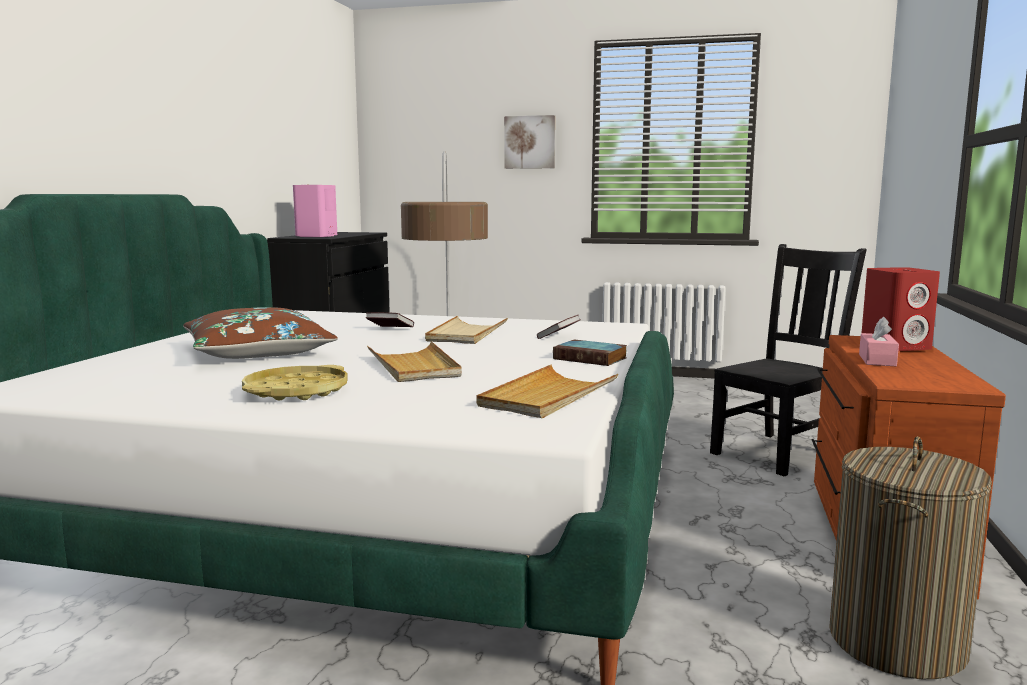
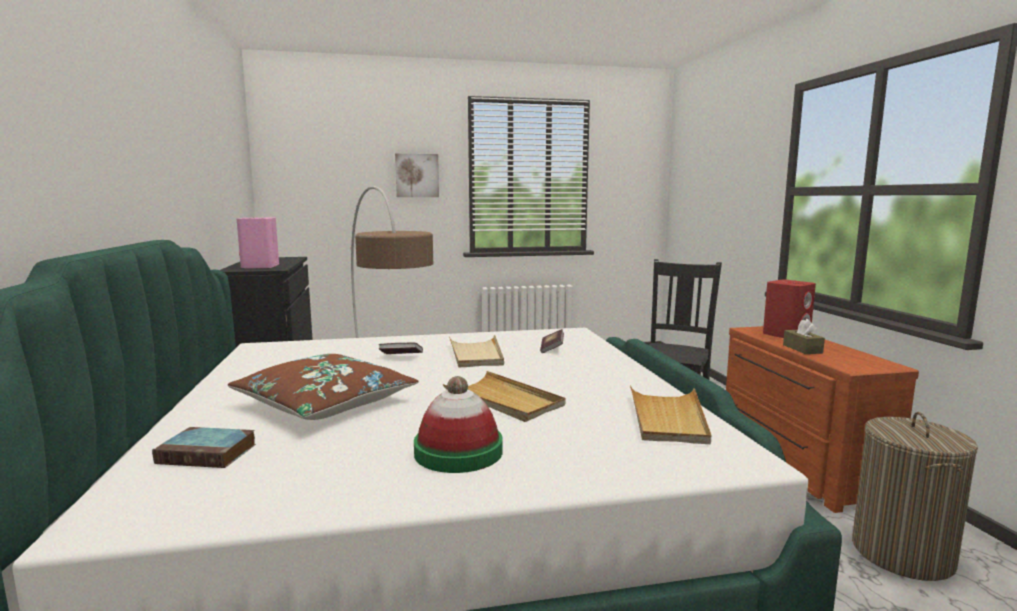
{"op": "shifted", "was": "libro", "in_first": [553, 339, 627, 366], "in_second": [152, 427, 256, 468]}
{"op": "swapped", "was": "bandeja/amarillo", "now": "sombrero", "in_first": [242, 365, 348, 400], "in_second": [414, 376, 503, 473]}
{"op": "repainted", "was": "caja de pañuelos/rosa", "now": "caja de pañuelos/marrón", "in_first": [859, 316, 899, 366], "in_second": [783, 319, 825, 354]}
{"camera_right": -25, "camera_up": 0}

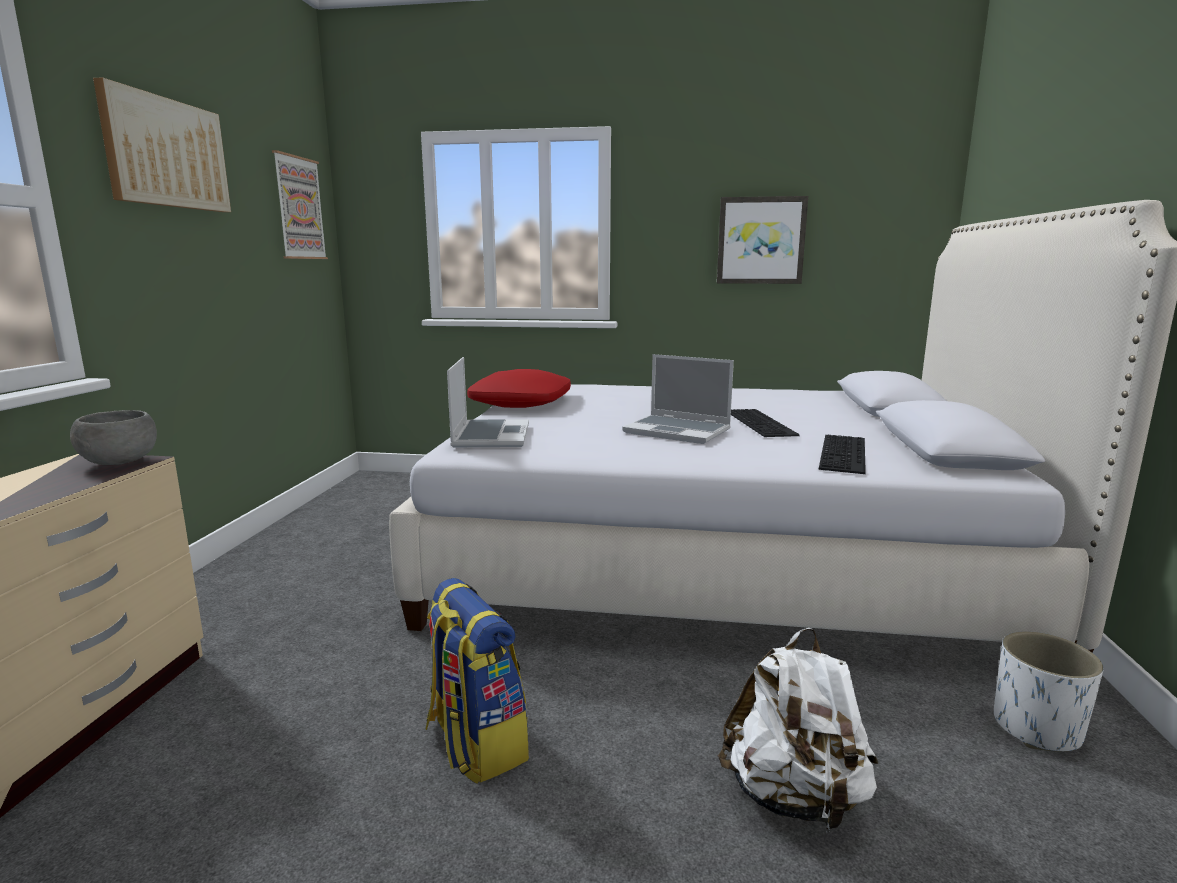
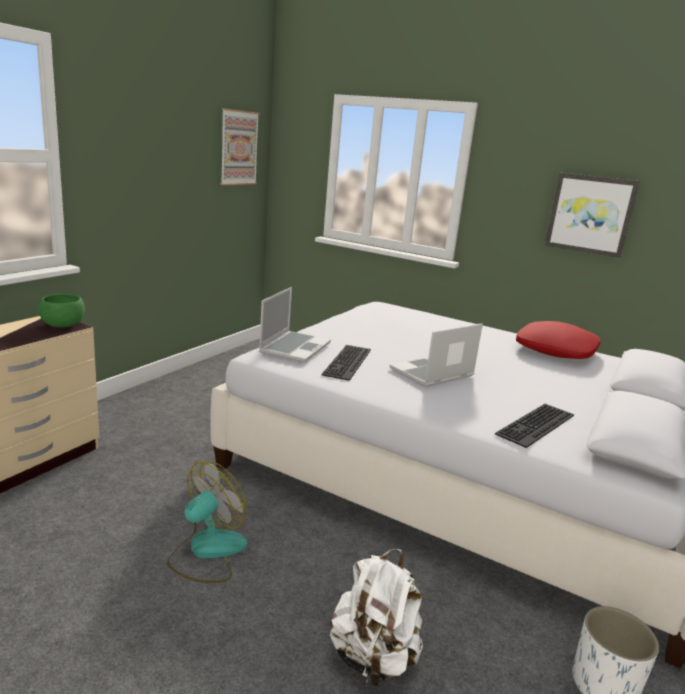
{"op": "repainted", "was": "cuenco/gris", "now": "cuenco/verde", "in_first": [70, 410, 157, 465], "in_second": [38, 294, 85, 328]}
{"op": "swapped", "was": "mochila", "now": "ventilador", "in_first": [425, 578, 529, 784], "in_second": [167, 461, 248, 583]}
{"op": "shifted", "was": "teclado", "in_first": [731, 409, 800, 437], "in_second": [322, 345, 371, 381]}
{"op": "rotated", "was": "portátil", "in_first": [622, 354, 734, 444], "in_second": [390, 323, 483, 387], "clockwise": 90}
{"op": "shifted", "was": "cojín/rojo", "in_first": [467, 369, 571, 408], "in_second": [516, 321, 601, 359]}
{"op": "gone", "was": "cuadro", "in_first": [93, 77, 231, 212]}
{"camera_right": 20, "camera_up": 5}

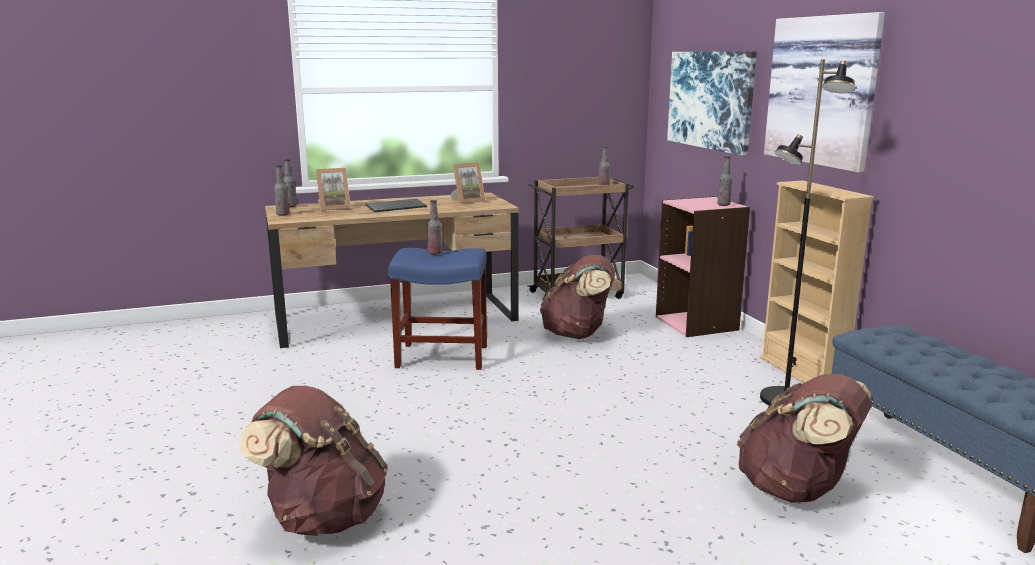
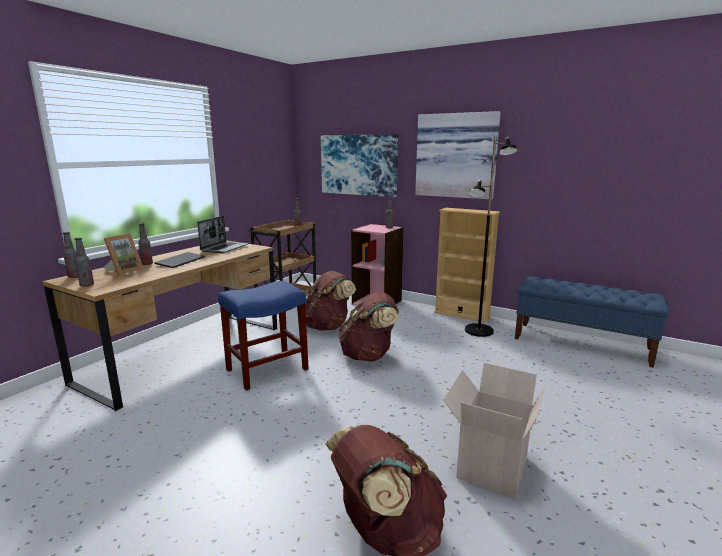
{"op": "shifted", "was": "botella", "in_first": [427, 200, 442, 255], "in_second": [138, 223, 153, 265]}
{"op": "swapped", "was": "portarretratos", "now": "portátil", "in_first": [451, 162, 486, 204], "in_second": [197, 216, 249, 253]}
{"op": "shifted", "was": "mochila/marrón", "in_first": [737, 374, 872, 503], "in_second": [339, 293, 399, 362]}
{"op": "new", "now": "caja de cartón", "in_second": [443, 363, 546, 499]}
{"camera_right": -40, "camera_up": 0}

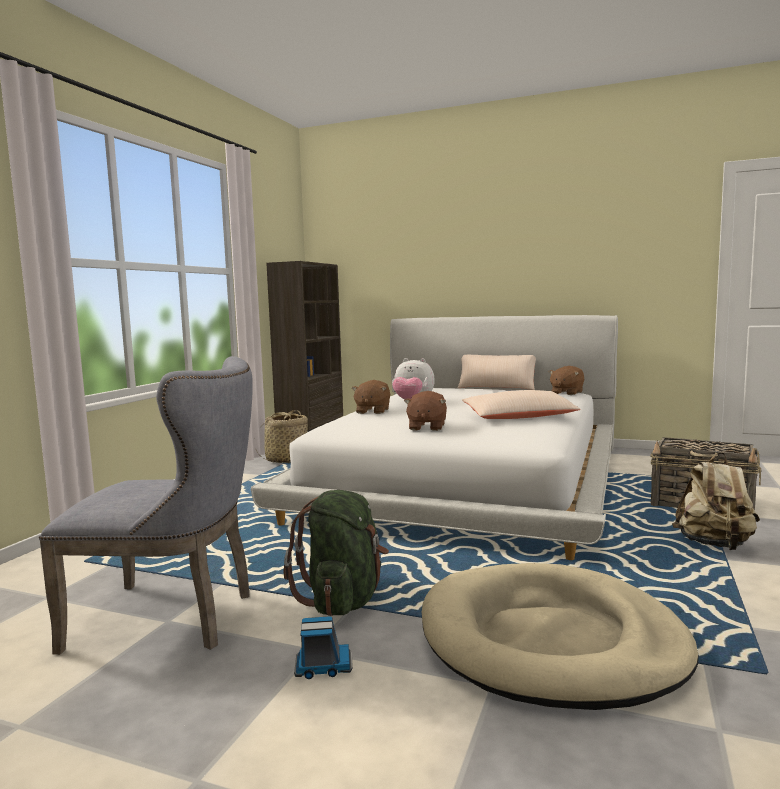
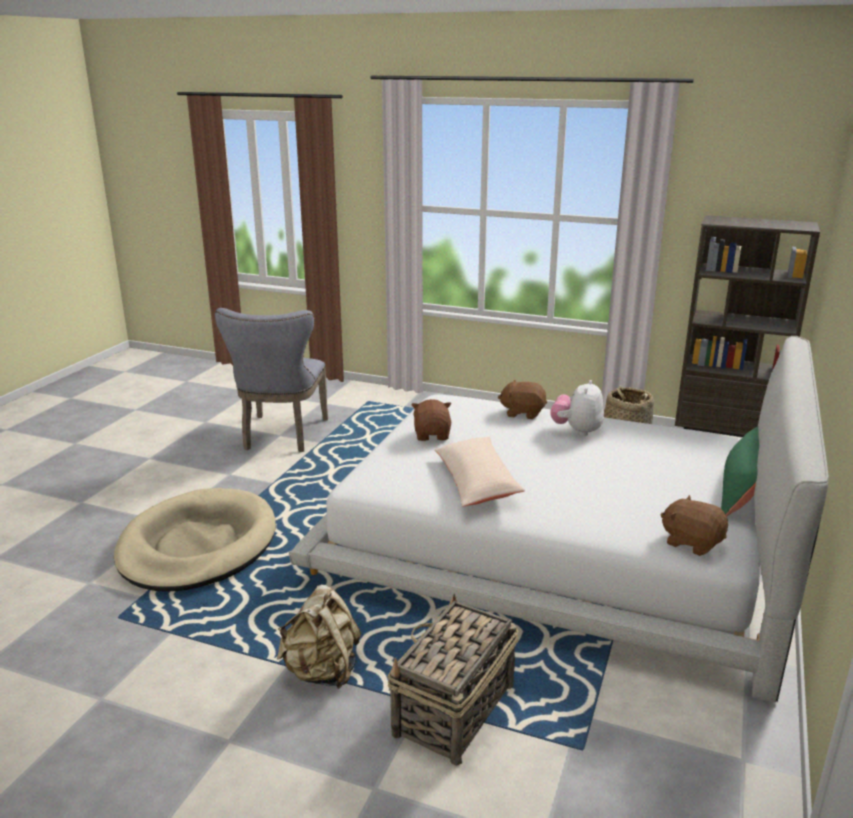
{"op": "rotated", "was": "peluche/marrón", "in_first": [404, 391, 447, 431], "in_second": [411, 399, 451, 441], "clockwise": 75}
{"op": "repainted", "was": "cojín/beis", "now": "cojín/verde", "in_first": [458, 355, 536, 390], "in_second": [721, 426, 759, 517]}
{"op": "gone", "was": "mochila/verde", "in_first": [284, 490, 389, 616]}
{"op": "gone", "was": "camión de juguete", "in_first": [294, 616, 353, 679]}
{"camera_right": 90, "camera_up": 15}

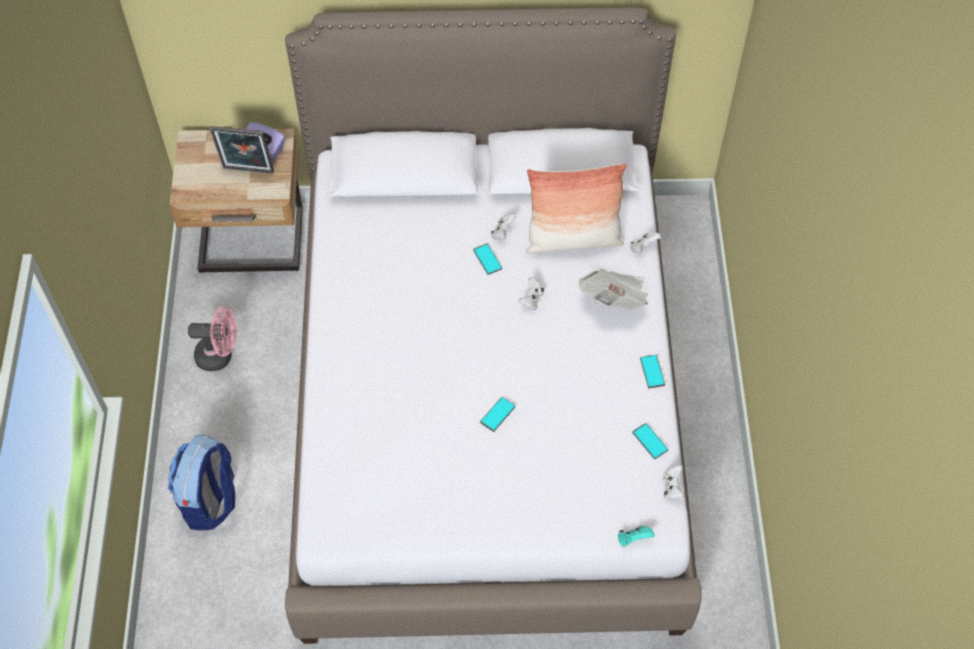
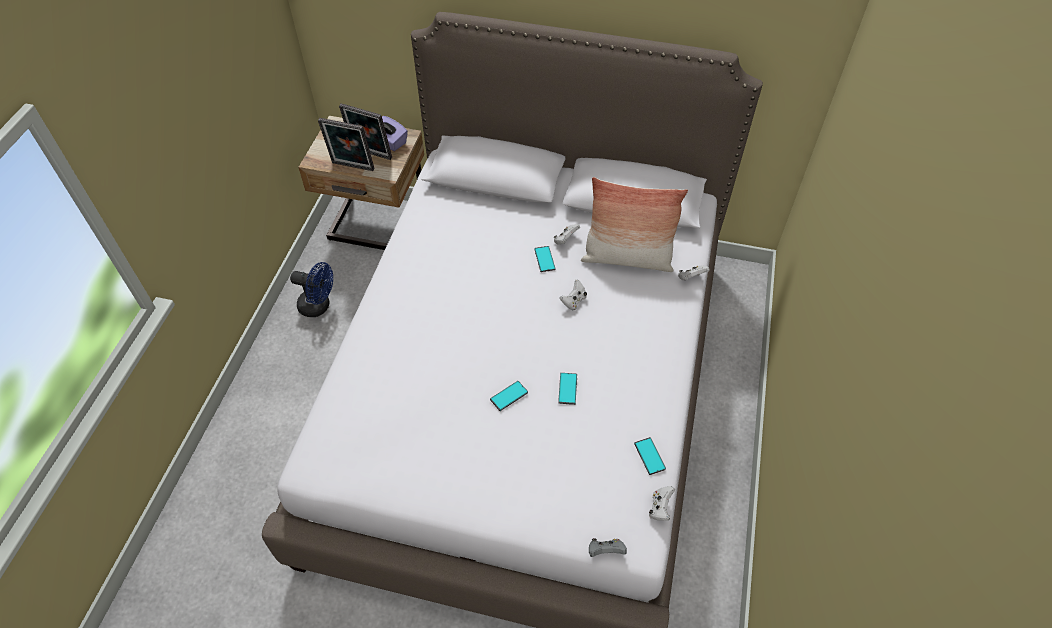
{"op": "repainted", "was": "ventilador/rosa", "now": "ventilador/azul", "in_first": [188, 306, 237, 371], "in_second": [290, 262, 333, 317]}
{"op": "new", "now": "portarretratos", "in_second": [318, 118, 375, 171]}
{"op": "shifted", "was": "móvil", "in_first": [640, 355, 665, 388], "in_second": [558, 373, 577, 405]}
{"op": "repainted", "was": "mando de consola/turquesa", "now": "mando de consola/gris", "in_first": [618, 525, 654, 547], "in_second": [589, 538, 627, 557]}
{"op": "gone", "was": "mochila", "in_first": [168, 434, 235, 530]}
{"op": "gone", "was": "periódico", "in_first": [579, 269, 648, 310]}
{"camera_right": 15, "camera_up": -5}

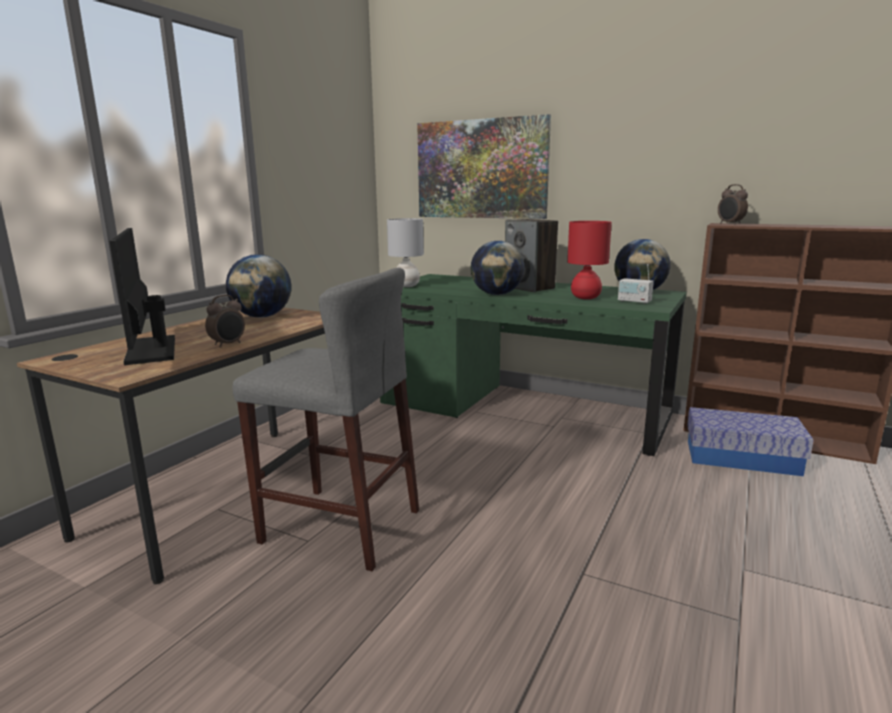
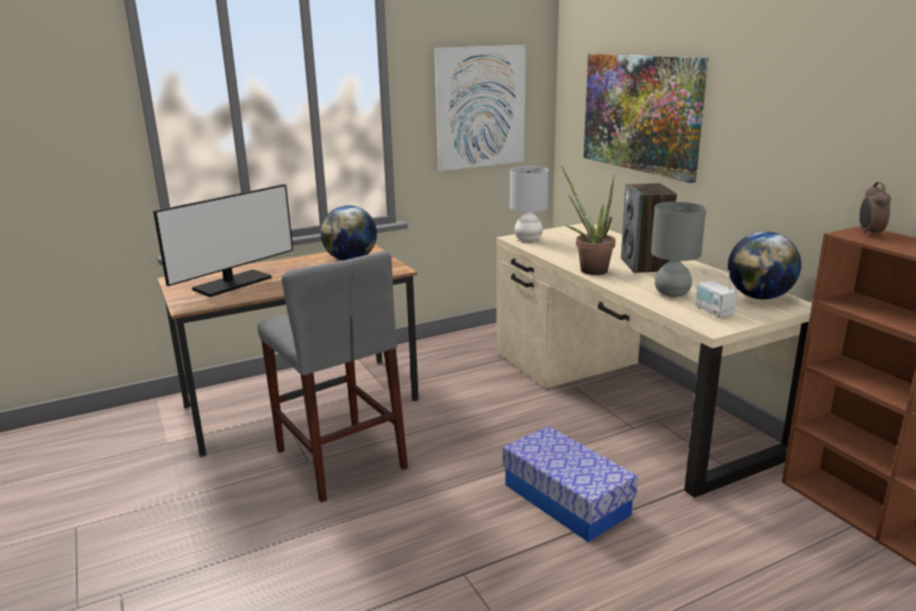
{"op": "rotated", "was": "monitor", "in_first": [109, 228, 175, 365], "in_second": [153, 184, 293, 297], "clockwise": -150}
{"op": "new", "now": "cuadro", "in_second": [434, 45, 526, 171]}
{"op": "repainted", "was": "escritorio/verde", "now": "escritorio/beis", "in_first": [380, 274, 687, 456], "in_second": [497, 222, 812, 498]}
{"op": "shifted", "was": "caja de almacenaje", "in_first": [687, 407, 814, 476], "in_second": [503, 426, 638, 542]}
{"op": "swapped", "was": "globo terráqueo", "now": "planta en maceta", "in_first": [471, 241, 524, 295], "in_second": [561, 166, 615, 275]}
{"op": "repainted", "was": "lámpara de mesa/rojo", "now": "lámpara de mesa/gris", "in_first": [567, 221, 612, 299], "in_second": [651, 202, 706, 297]}
{"op": "gone", "was": "despertador", "in_first": [205, 295, 245, 347]}
{"camera_right": 35, "camera_up": 5}

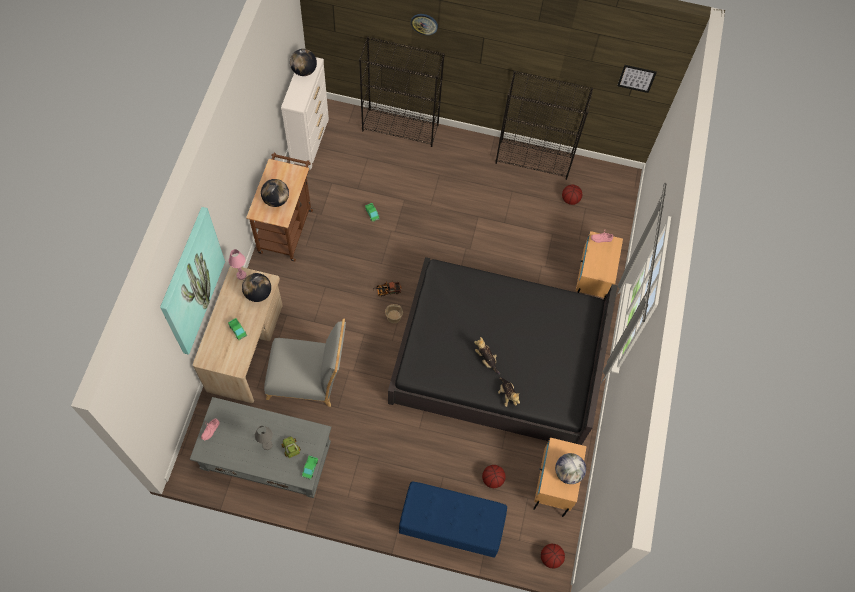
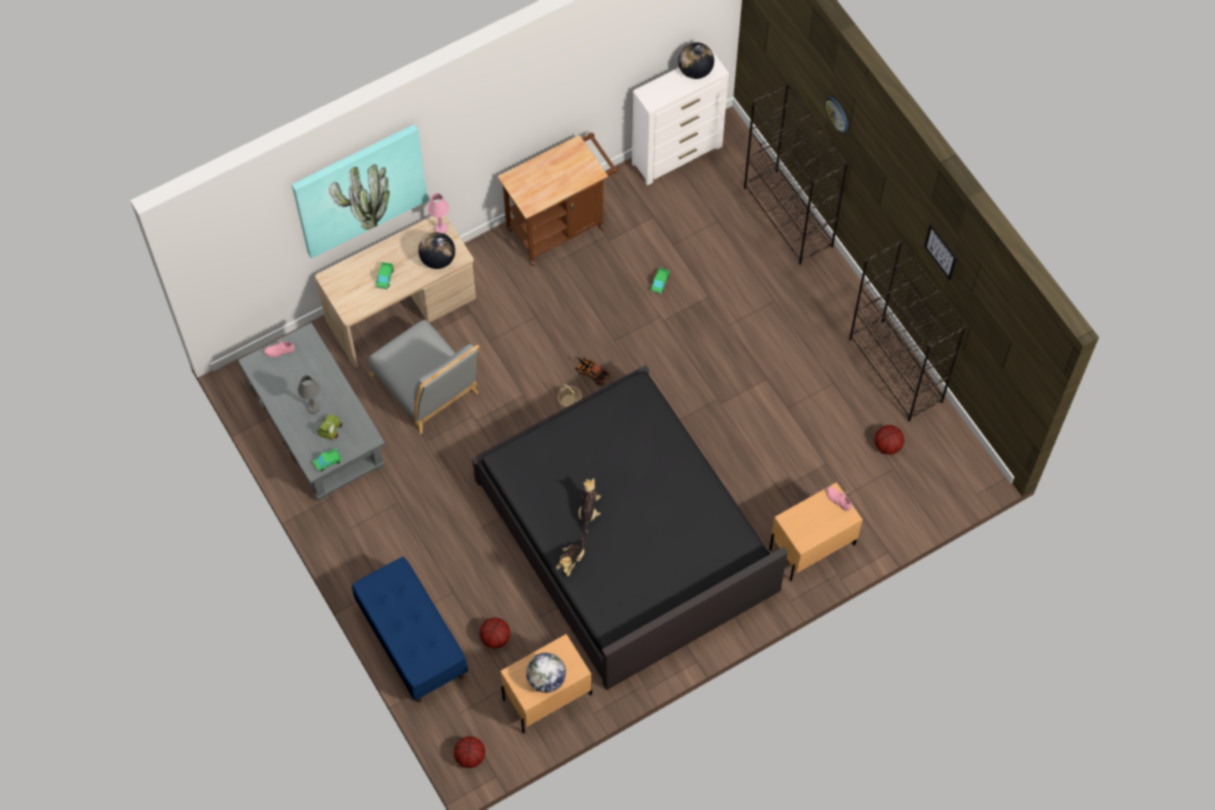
{"op": "shifted", "was": "cuadro", "in_first": [617, 65, 657, 93], "in_second": [924, 224, 957, 281]}
{"op": "gone", "was": "globo terráqueo", "in_first": [261, 179, 289, 207]}
{"camera_right": 50, "camera_up": 0}

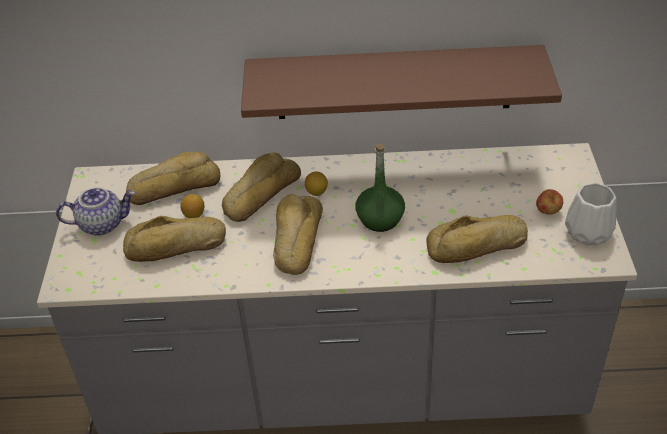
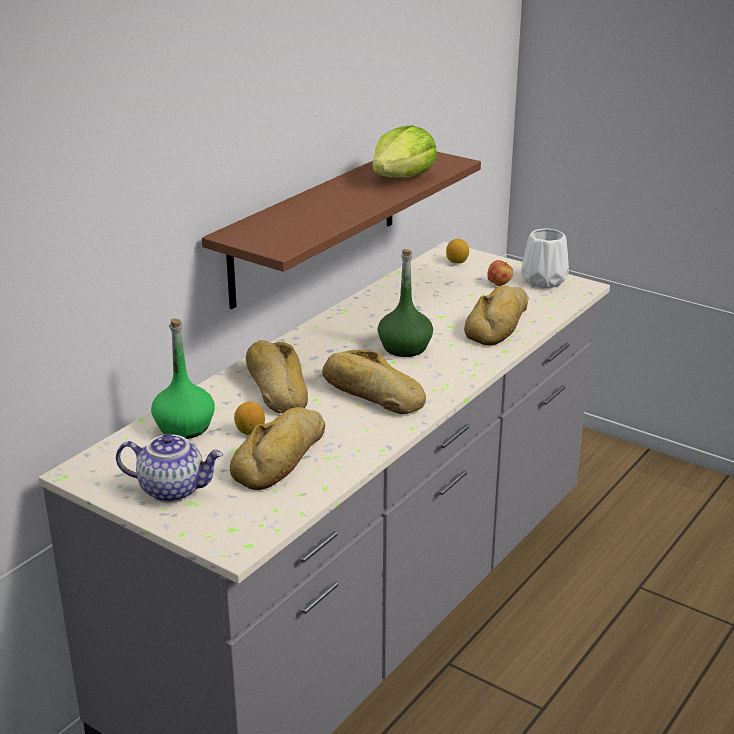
{"op": "rotated", "was": "tetera", "in_first": [56, 187, 135, 236], "in_second": [116, 434, 223, 502], "clockwise": 75}
{"op": "swapped", "was": "pan", "now": "botella/verde", "in_first": [126, 151, 220, 205], "in_second": [151, 318, 215, 439]}
{"op": "new", "now": "lechuga", "in_second": [372, 125, 437, 178]}
{"op": "shifted", "was": "limón", "in_first": [305, 171, 328, 196], "in_second": [446, 239, 469, 263]}
{"camera_right": -55, "camera_up": -15}

